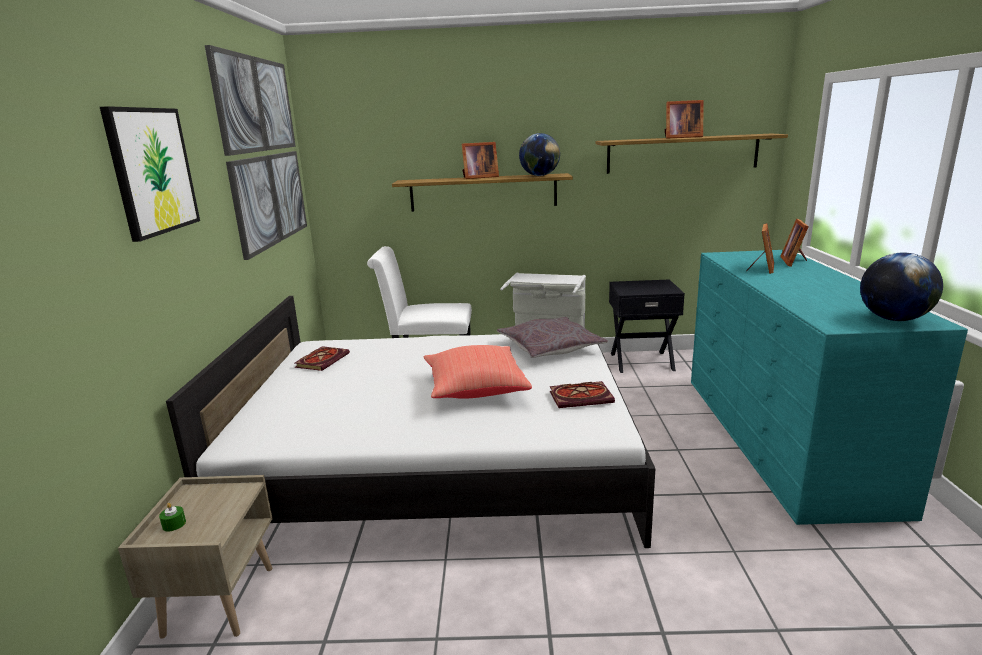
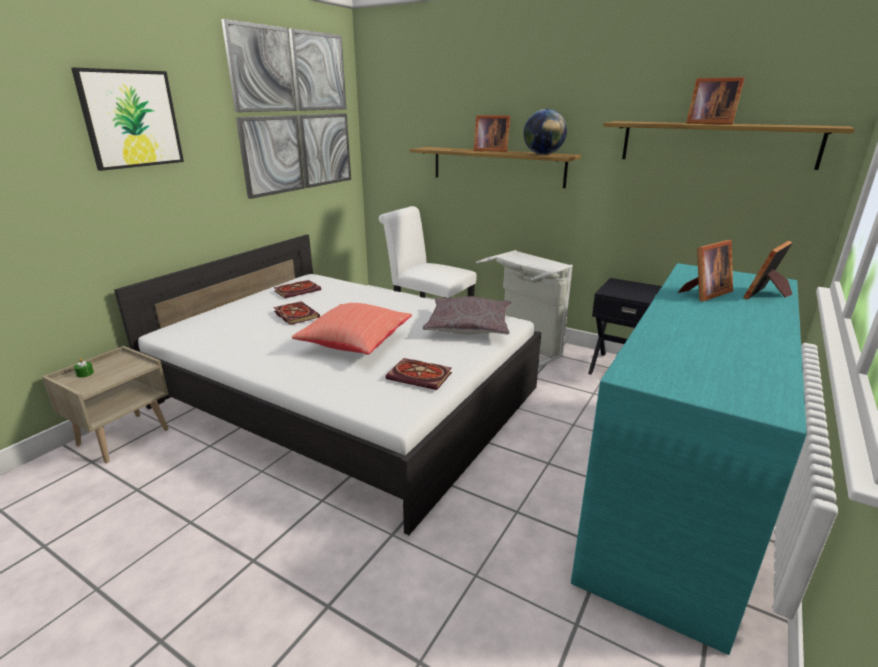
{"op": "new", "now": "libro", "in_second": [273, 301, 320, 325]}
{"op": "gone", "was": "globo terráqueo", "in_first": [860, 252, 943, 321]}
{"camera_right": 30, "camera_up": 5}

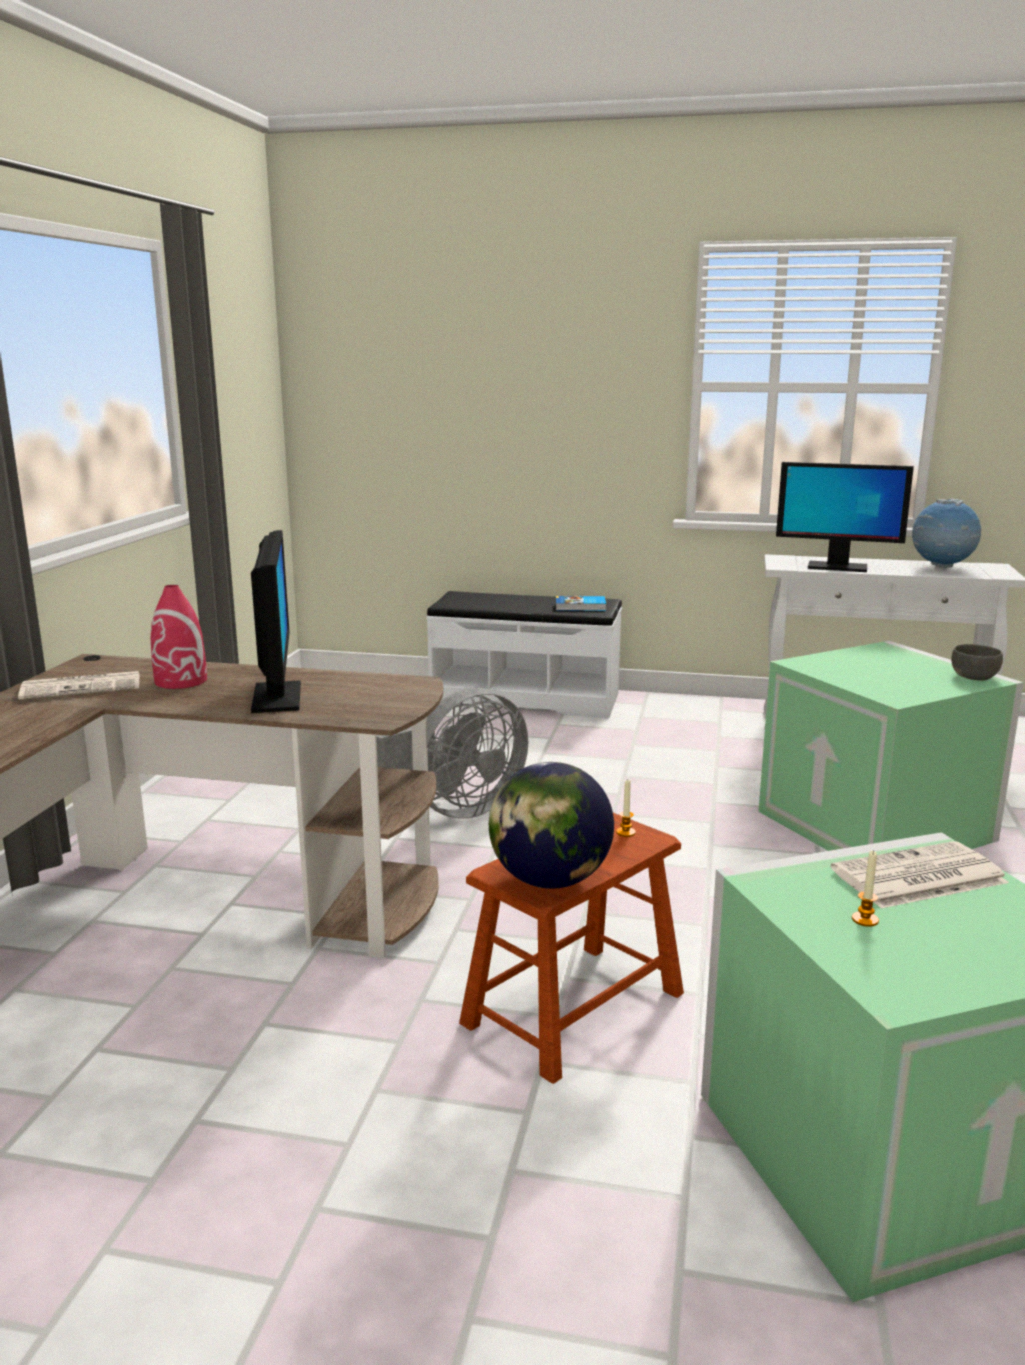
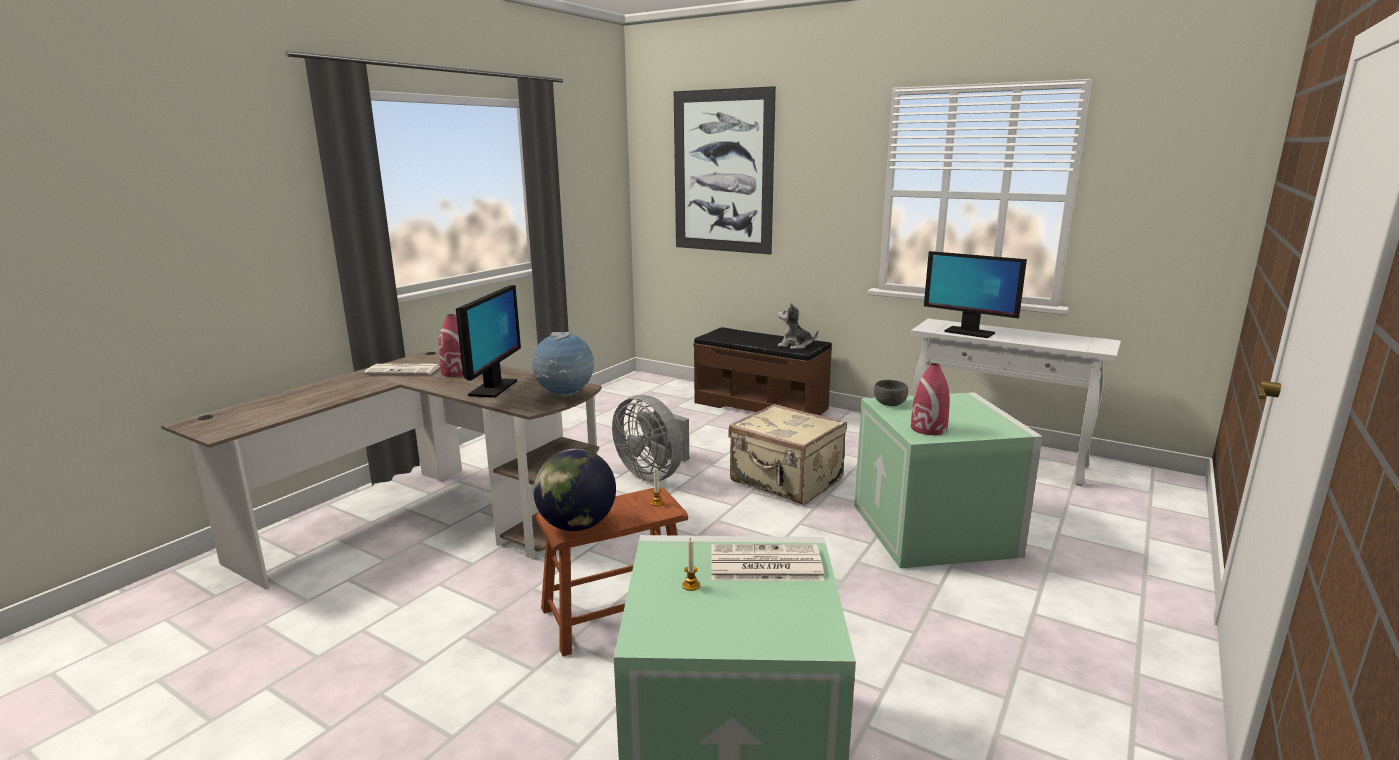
{"op": "shifted", "was": "globo terráqueo", "in_first": [912, 498, 981, 568], "in_second": [532, 332, 594, 397]}
{"op": "rotated", "was": "ventilador/gris", "in_first": [376, 688, 528, 819], "in_second": [612, 395, 689, 482], "clockwise": 60}
{"op": "new", "now": "cuadro", "in_second": [674, 86, 776, 255]}
{"op": "repainted", "was": "banco/blanco", "now": "banco/marrón", "in_first": [426, 591, 622, 719], "in_second": [693, 327, 832, 415]}
{"op": "new", "now": "maleta/beis", "in_second": [728, 404, 847, 505]}
{"op": "swapped", "was": "libro", "now": "peluche", "in_first": [556, 596, 606, 611], "in_second": [778, 303, 818, 349]}
{"op": "shifted", "was": "cuenco/gris", "in_first": [951, 644, 1003, 680], "in_second": [874, 380, 908, 406]}
{"op": "new", "now": "florero/rojo", "in_second": [911, 363, 950, 435]}
{"camera_right": 20, "camera_up": 0}

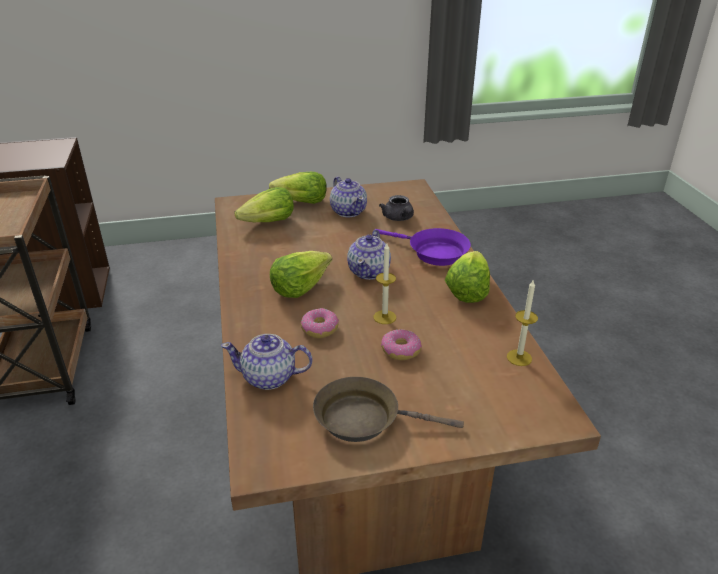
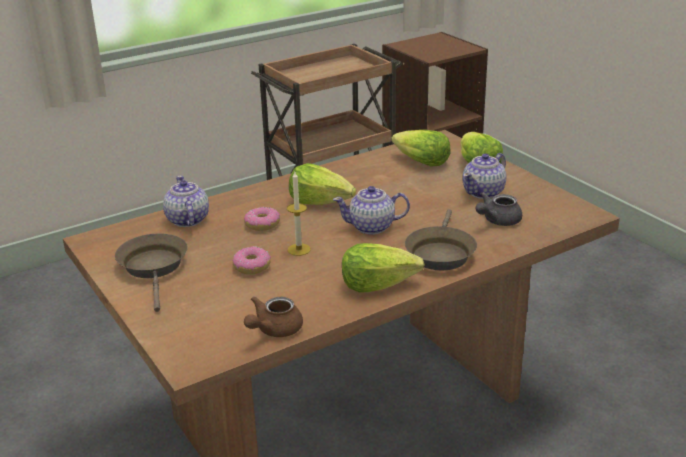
{"op": "swapped", "was": "vela", "now": "tetera/marrón", "in_first": [507, 279, 538, 366], "in_second": [244, 296, 303, 337]}
{"op": "repainted", "was": "sartén/morado", "now": "sartén/marrón", "in_first": [374, 228, 471, 266], "in_second": [405, 209, 477, 271]}
{"camera_right": 70, "camera_up": -5}

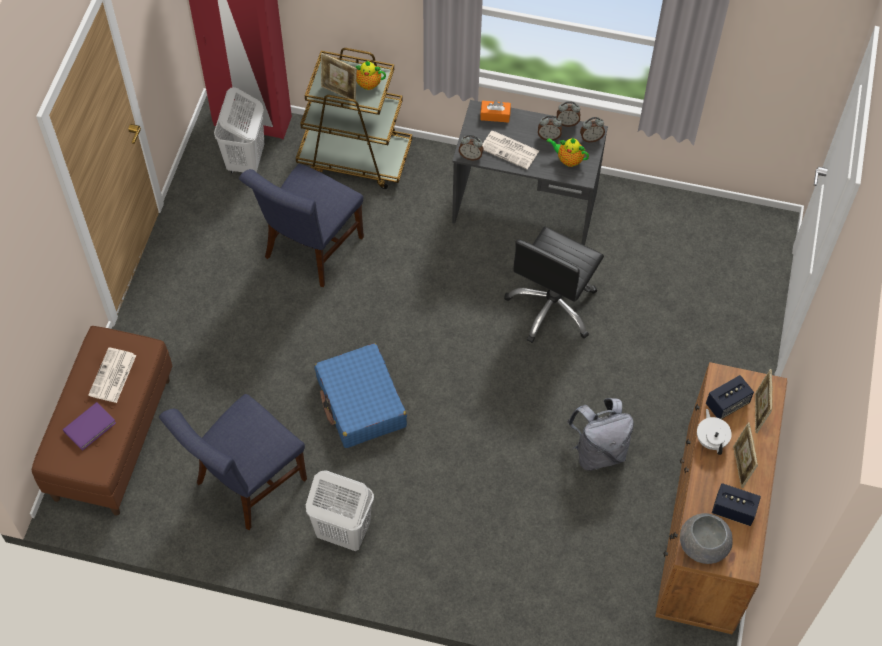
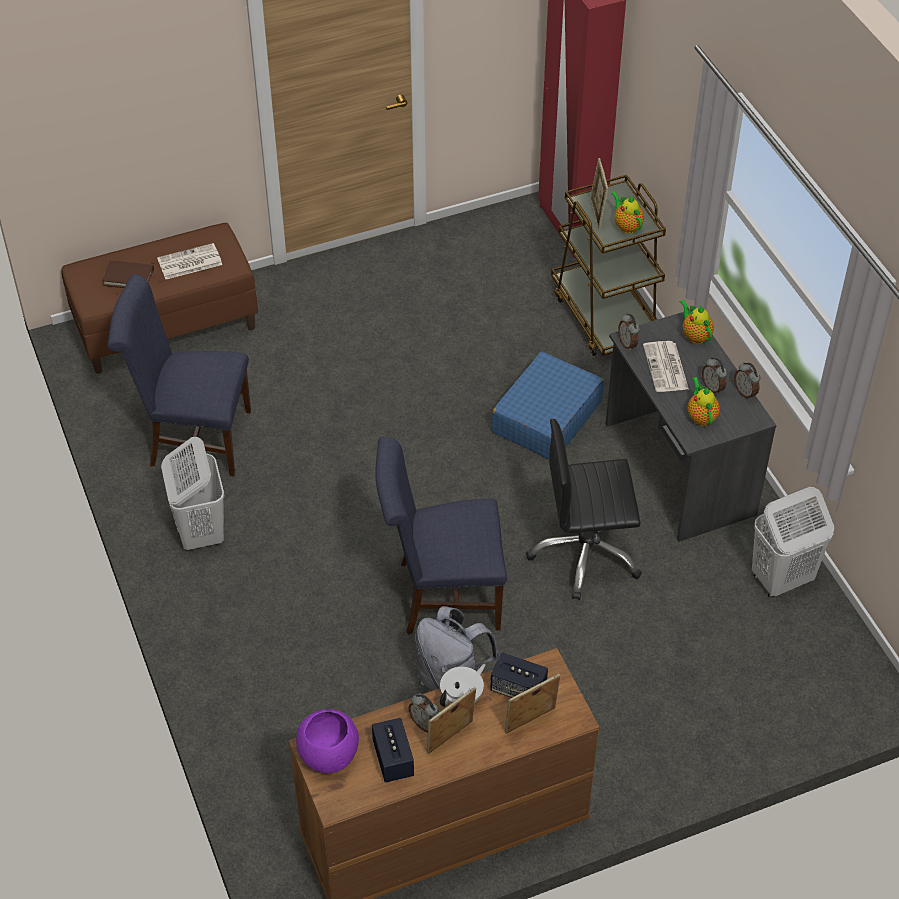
{"op": "repainted", "was": "libro/morado", "now": "libro/marrón", "in_first": [63, 402, 116, 451], "in_second": [102, 260, 154, 288]}
{"op": "repainted", "was": "cuenco/gris", "now": "cuenco/morado", "in_first": [680, 513, 732, 564], "in_second": [296, 709, 359, 773]}
{"op": "shifted", "was": "silla/azul", "in_first": [239, 164, 364, 287], "in_second": [375, 437, 507, 635]}
{"op": "shifted", "was": "despertador", "in_first": [580, 117, 605, 142], "in_second": [408, 694, 439, 732]}
{"op": "shifted", "was": "maleta/azul", "in_first": [314, 343, 407, 448], "in_second": [491, 352, 604, 459]}
{"op": "swapped", "was": "caja de pañuelos/naranja", "now": "tetera", "in_first": [480, 101, 511, 123], "in_second": [679, 299, 714, 344]}
{"op": "shifted", "was": "cesto de la ropa/blanco", "in_first": [214, 87, 264, 174], "in_second": [752, 487, 834, 597]}
{"camera_right": 55, "camera_up": -10}

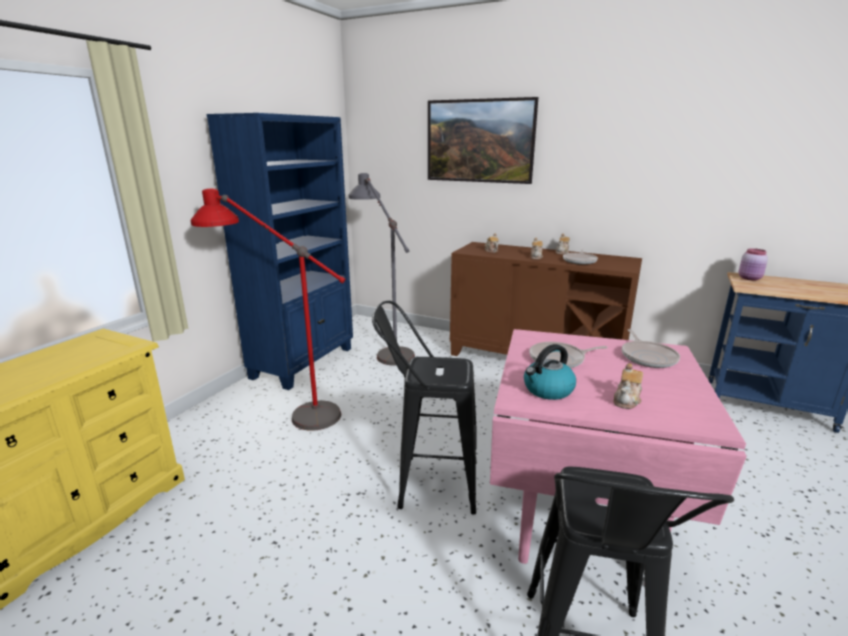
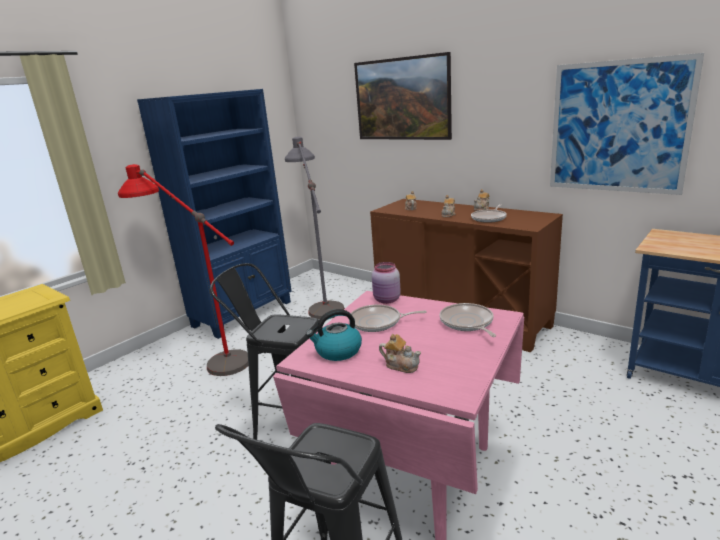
{"op": "shifted", "was": "tarro/rosa", "in_first": [738, 248, 768, 281], "in_second": [372, 262, 401, 304]}
{"op": "rotated", "was": "tetera", "in_first": [613, 363, 643, 409], "in_second": [379, 334, 421, 373], "clockwise": -105}
{"op": "rotated", "was": "sartén", "in_first": [622, 329, 680, 368], "in_second": [440, 303, 496, 337], "clockwise": 150}
{"op": "new", "now": "cuadro", "in_second": [550, 53, 704, 195]}
{"camera_right": 15, "camera_up": 0}

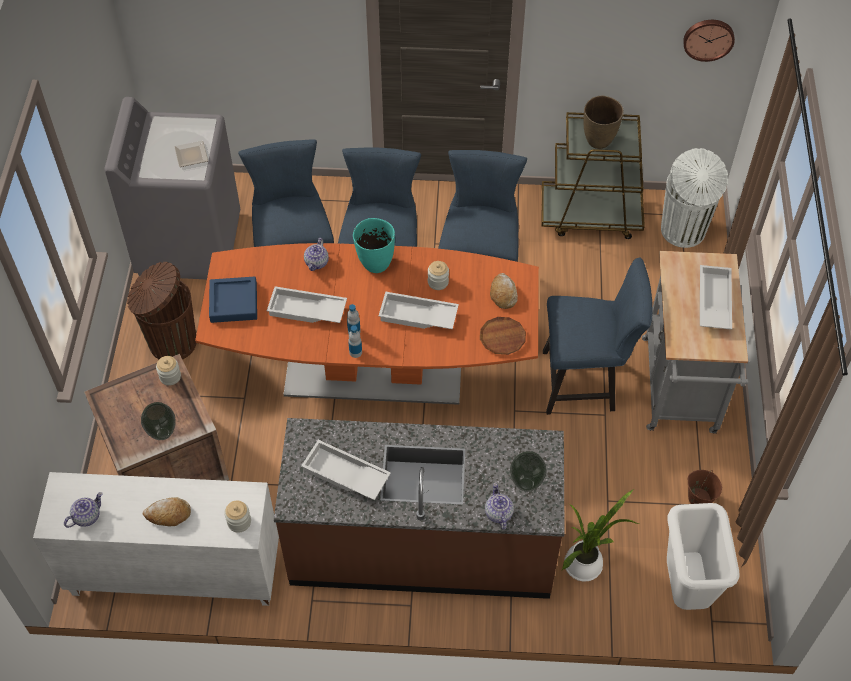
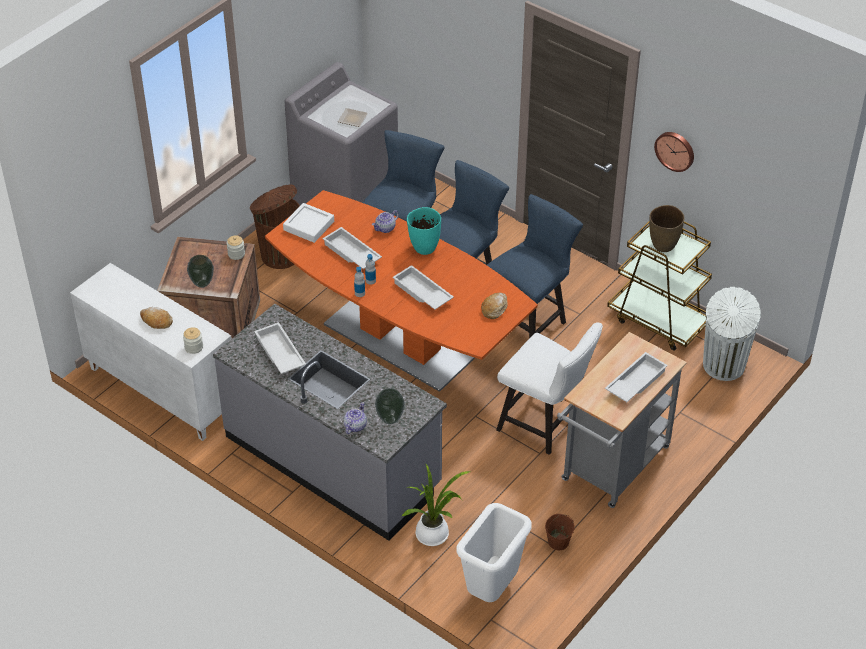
{"op": "repainted", "was": "mueble bajo de cocina/marrón", "now": "mueble bajo de cocina/gris", "in_first": [274, 418, 565, 599], "in_second": [213, 304, 447, 541]}
{"op": "repainted", "was": "bandeja/azul", "now": "bandeja/blanco", "in_first": [209, 276, 257, 323], "in_second": [283, 203, 334, 243]}
{"op": "repainted", "was": "silla/azul", "now": "silla/blanco", "in_first": [543, 257, 653, 415], "in_second": [496, 322, 603, 455]}
{"op": "shifted", "was": "reloj de pared", "in_first": [683, 20, 735, 62], "in_second": [654, 132, 694, 172]}
{"op": "gone", "was": "tetera", "in_first": [64, 492, 103, 528]}
{"op": "gone", "was": "tarro", "in_first": [428, 261, 449, 290]}
{"op": "gone", "was": "plato/marrón", "in_first": [480, 317, 526, 355]}
{"camera_right": 35, "camera_up": -10}

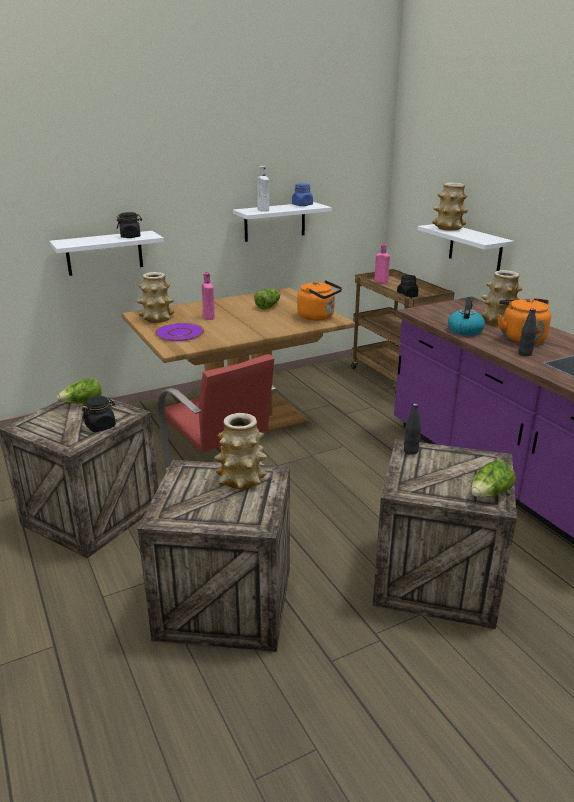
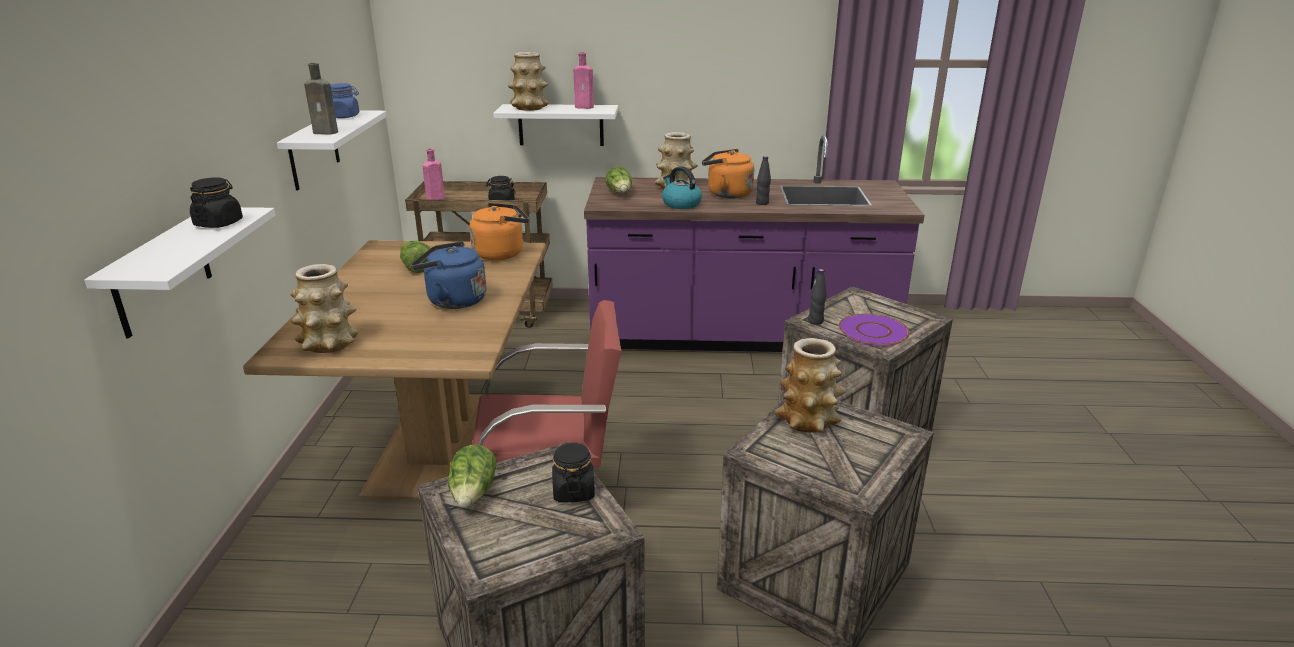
{"op": "repainted", "was": "botella/blanco", "now": "botella/marrón", "in_first": [257, 166, 269, 212], "in_second": [304, 63, 338, 134]}
{"op": "new", "now": "hervidor/azul", "in_second": [411, 242, 486, 309]}
{"op": "shifted", "was": "botella/rosa", "in_first": [202, 272, 215, 320], "in_second": [573, 52, 594, 109]}
{"op": "shifted", "was": "lechuga", "in_first": [471, 460, 516, 497], "in_second": [605, 166, 632, 193]}
{"op": "shifted", "was": "plato/morado", "in_first": [155, 323, 204, 341], "in_second": [839, 314, 910, 346]}
{"camera_right": -60, "camera_up": 0}

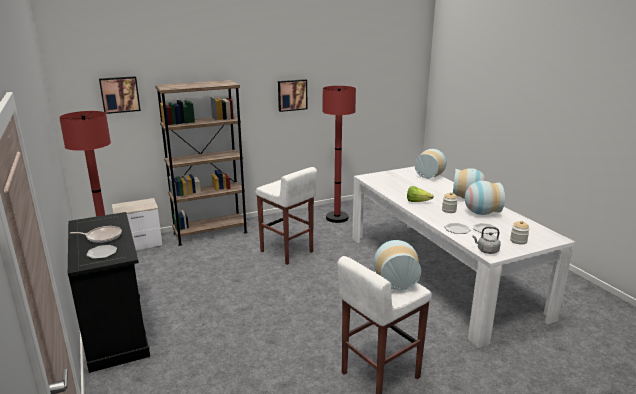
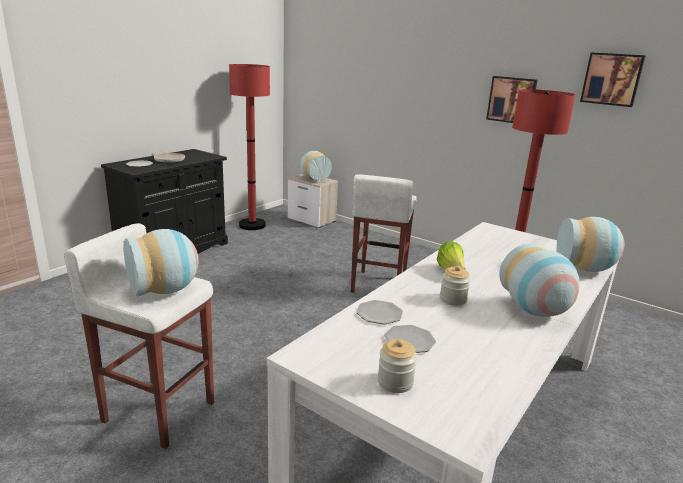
{"op": "shifted", "was": "florero", "in_first": [465, 181, 505, 215], "in_second": [300, 151, 332, 181]}
{"op": "shifted", "was": "cuadro", "in_first": [99, 76, 141, 114], "in_second": [580, 52, 646, 107]}
{"op": "gone", "was": "estantería/marrón", "in_first": [155, 80, 248, 246]}
{"op": "gone", "was": "hervidor/gris", "in_first": [472, 227, 501, 254]}
{"camera_right": 60, "camera_up": 0}

